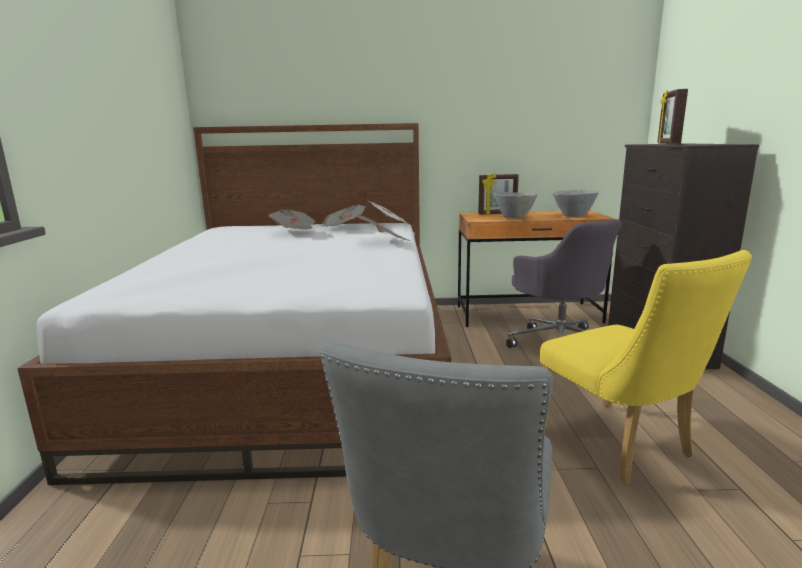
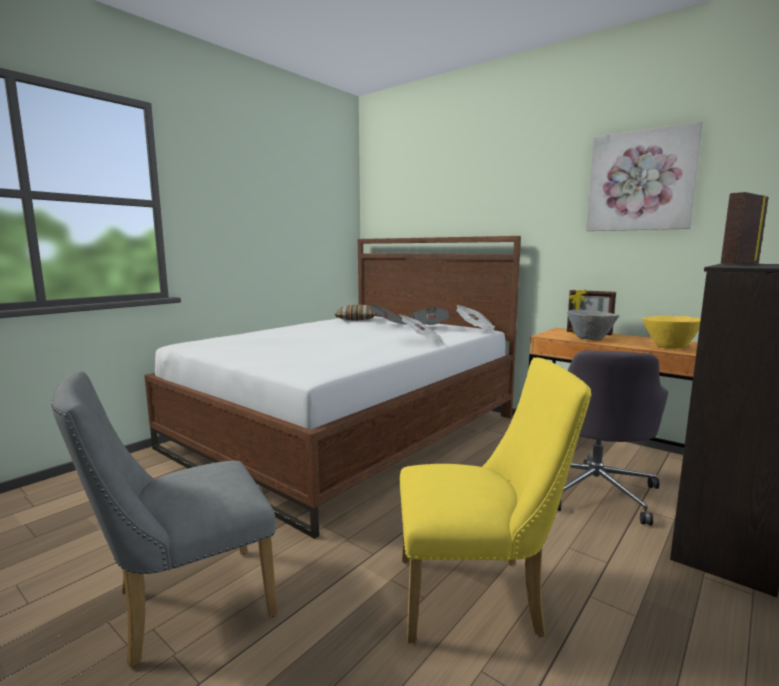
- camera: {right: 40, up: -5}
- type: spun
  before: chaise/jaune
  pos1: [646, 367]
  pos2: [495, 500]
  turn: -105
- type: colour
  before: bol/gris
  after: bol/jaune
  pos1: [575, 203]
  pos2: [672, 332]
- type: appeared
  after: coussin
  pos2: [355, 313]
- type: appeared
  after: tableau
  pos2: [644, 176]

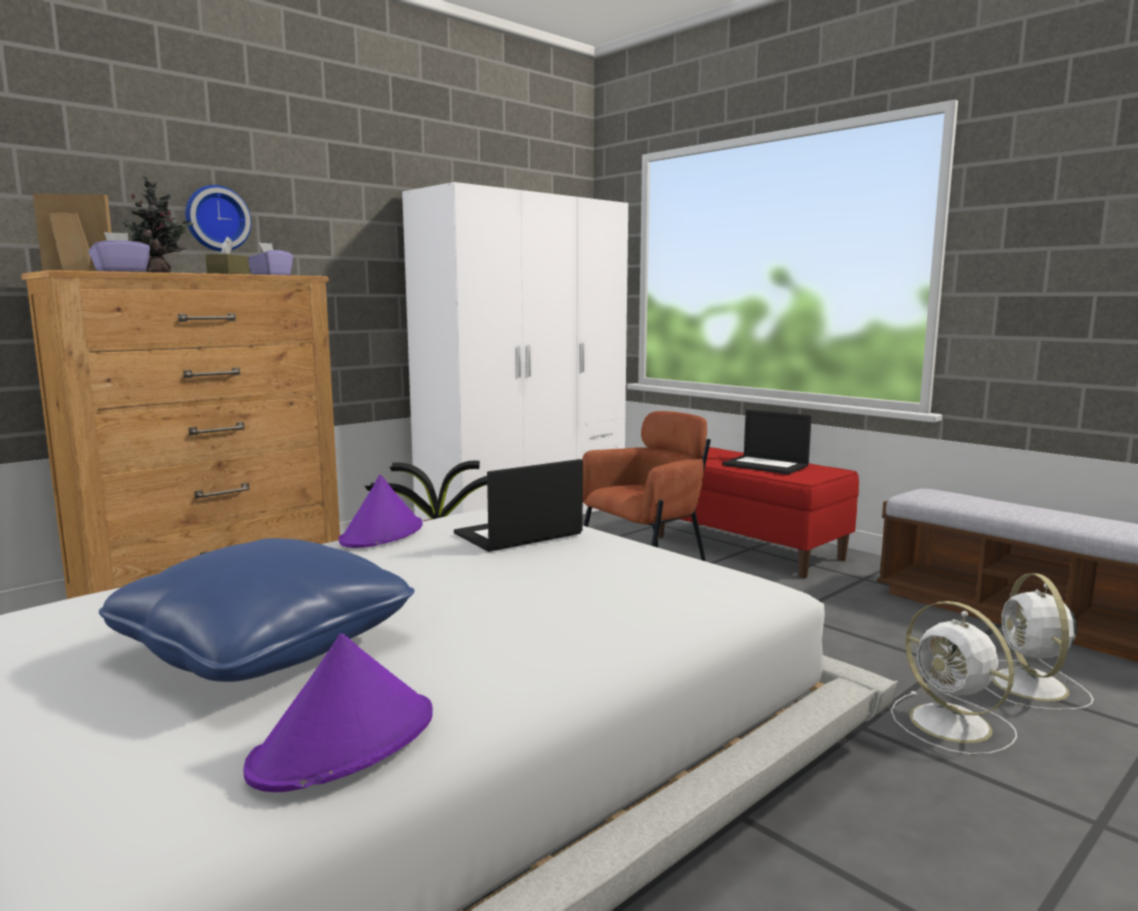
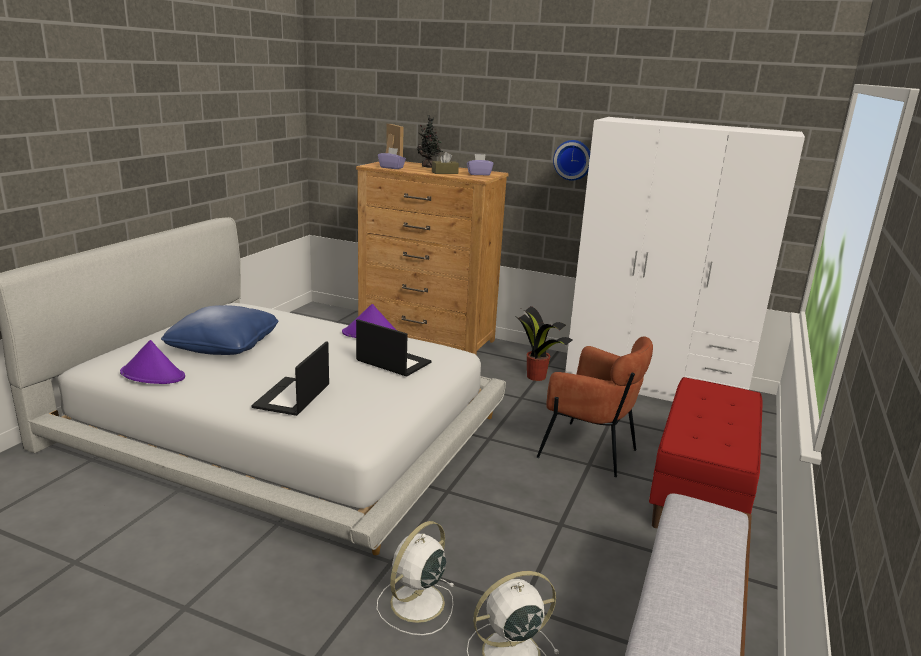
- camera: {right: 65, up: 10}
- type: relocated
  before: horloge murale
  pos1: [218, 218]
  pos2: [571, 160]
- type: relocated
  before: ordinateur portable
  pos1: [767, 441]
  pos2: [290, 379]

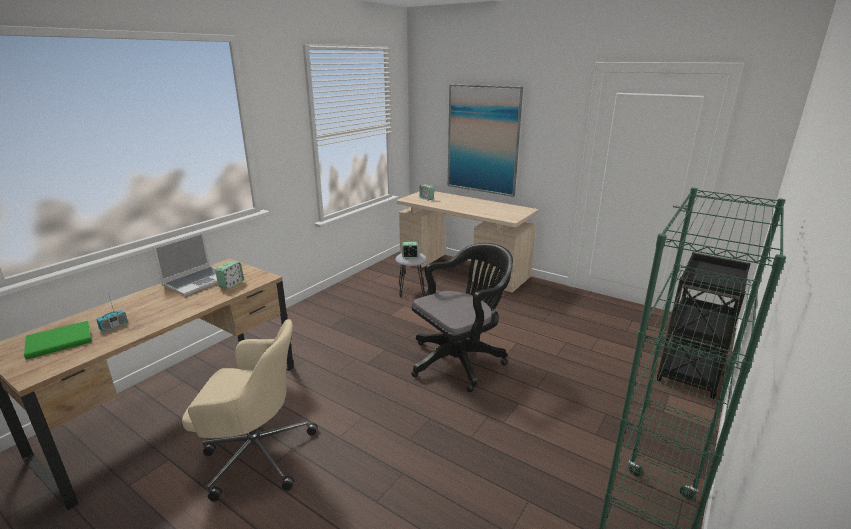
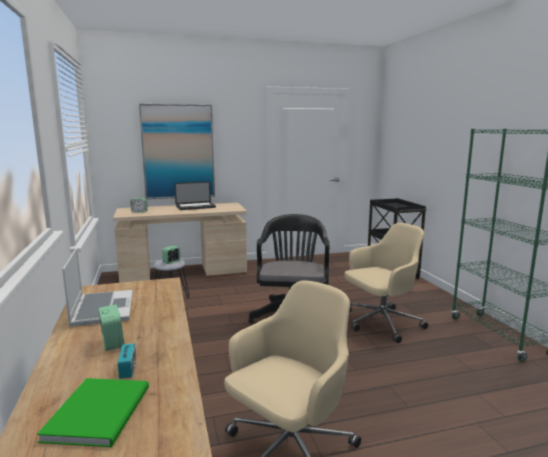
- camera: {right: -50, up: -10}
- type: relocated
  before: réveil
  pos1: [229, 275]
  pos2: [111, 327]
- type: appeared
  after: ordinateur portable
  pos2: [195, 195]
- type: appeared
  after: chaise de bureau/beige
  pos2: [386, 283]

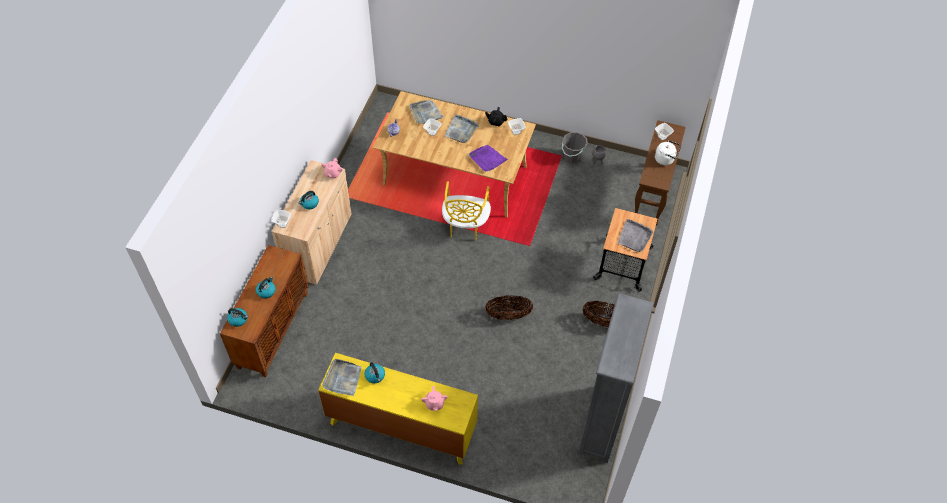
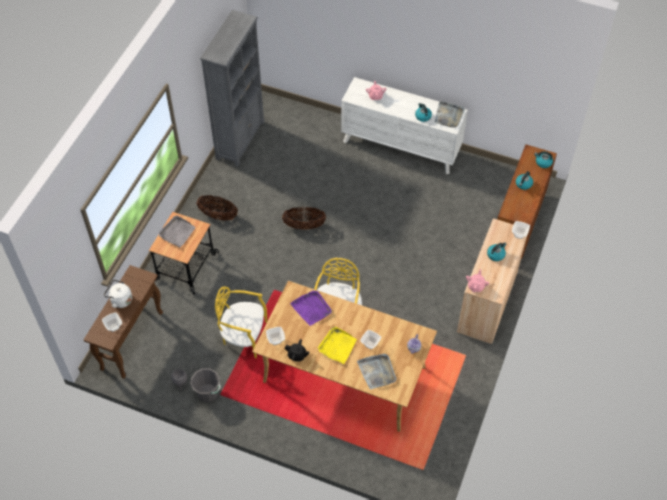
- camera: {right: -175, up: 0}
- type: colour
  before: commode/jaune
  after: commode/blanc
  pos1: [398, 409]
  pos2: [404, 125]
- type: colour
  before: plateau/gris
  after: plateau/jaune
  pos1: [462, 128]
  pos2: [337, 345]
- type: appeared
  after: chaise/jaune
  pos2: [241, 322]

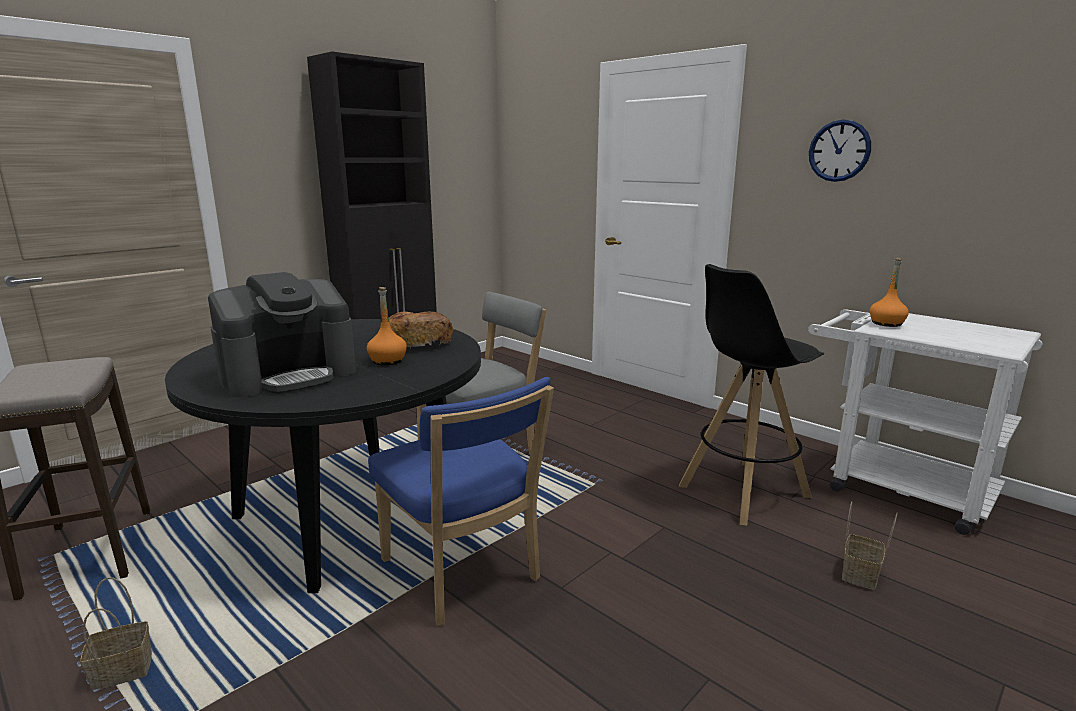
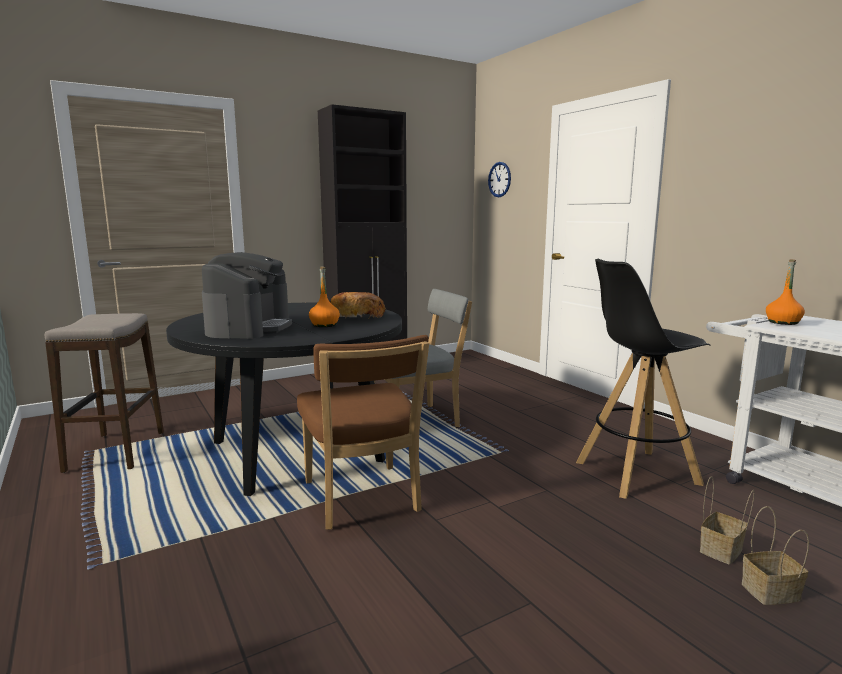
- camera: {right: 15, up: -5}
- type: relocated
  before: panier
  pos1: [116, 635]
  pos2: [775, 555]
- type: spun
  before: machine à café
  pos1: [282, 334]
  pos2: [247, 295]
  turn: -60
- type: colour
  before: chaise/bleu
  after: chaise/marron
  pos1: [461, 501]
  pos2: [363, 432]
- type: relocated
  before: horloge murale
  pos1: [840, 150]
  pos2: [499, 179]

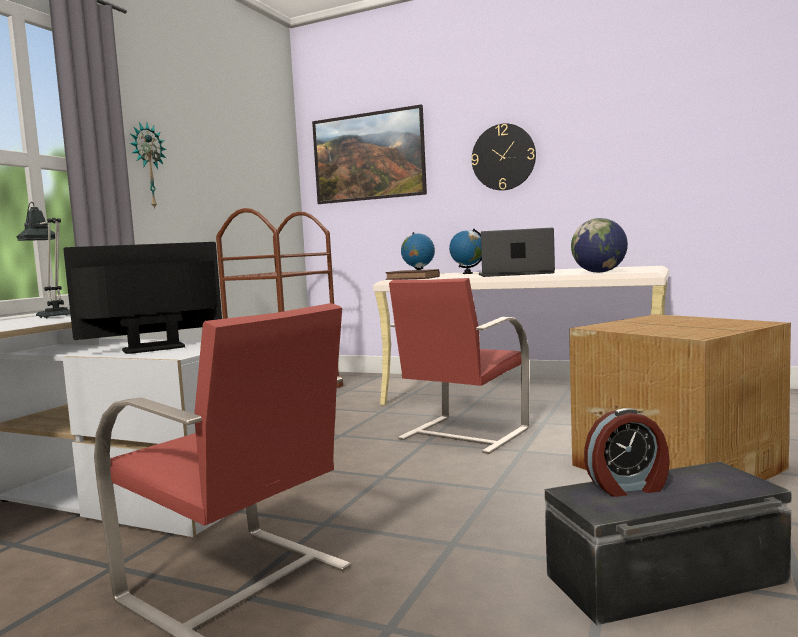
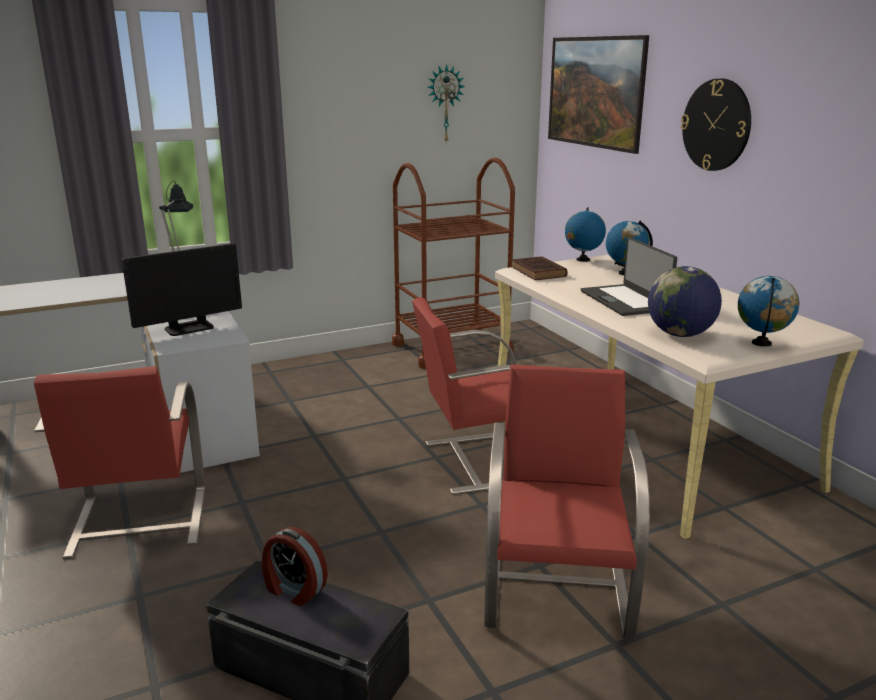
- camera: {right: 40, up: 15}
- type: spun
  before: écran d'ordinateur
  pos1: [142, 298]
  pos2: [182, 289]
  turn: 135
- type: relocated
  before: horloge murale
  pos1: [148, 166]
  pos2: [446, 103]
- type: spun
  before: ordinateur portable
  pos1: [517, 252]
  pos2: [629, 276]
  turn: -150
- type: exchanged
  before: carton
  after: chaise/rouge
  pos1: [680, 397]
  pos2: [567, 501]
- type: appeared
  after: globe
  pos2: [768, 311]

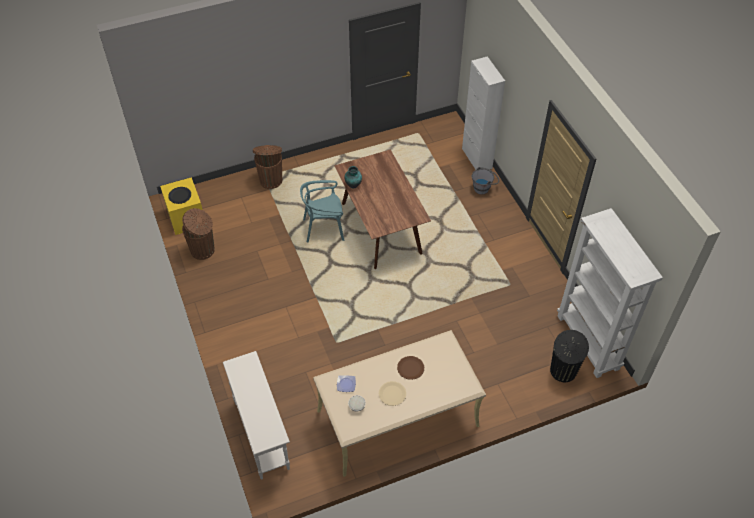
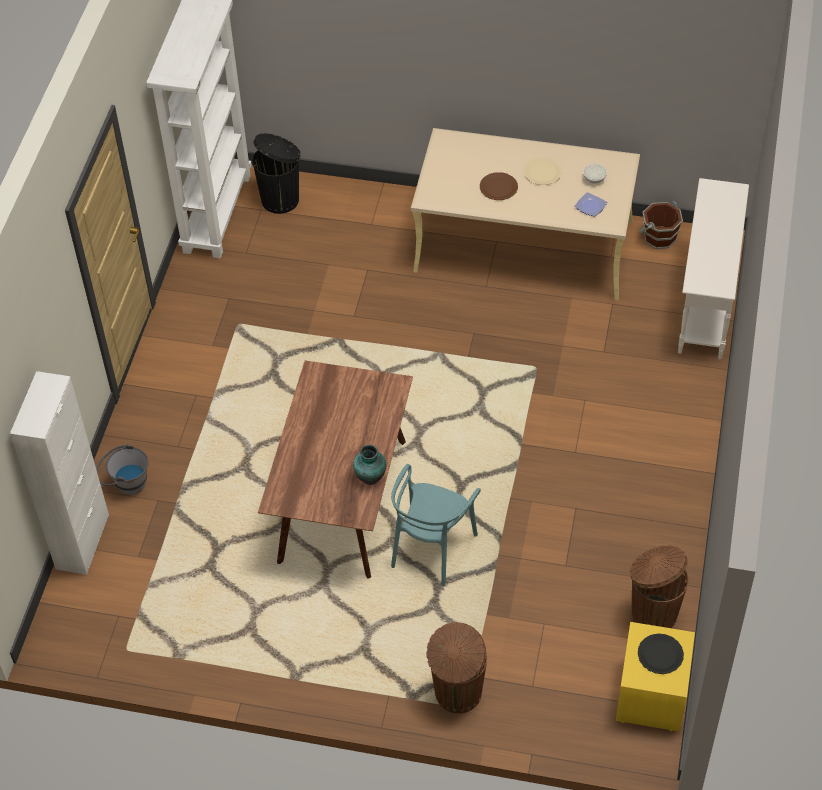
- camera: {right: -145, up: 0}
- type: spun
  before: chaise/turquoise
  pos1: [322, 211]
  pos2: [436, 525]
  turn: 90
- type: appeared
  after: seau/marron
  pos2: [661, 225]

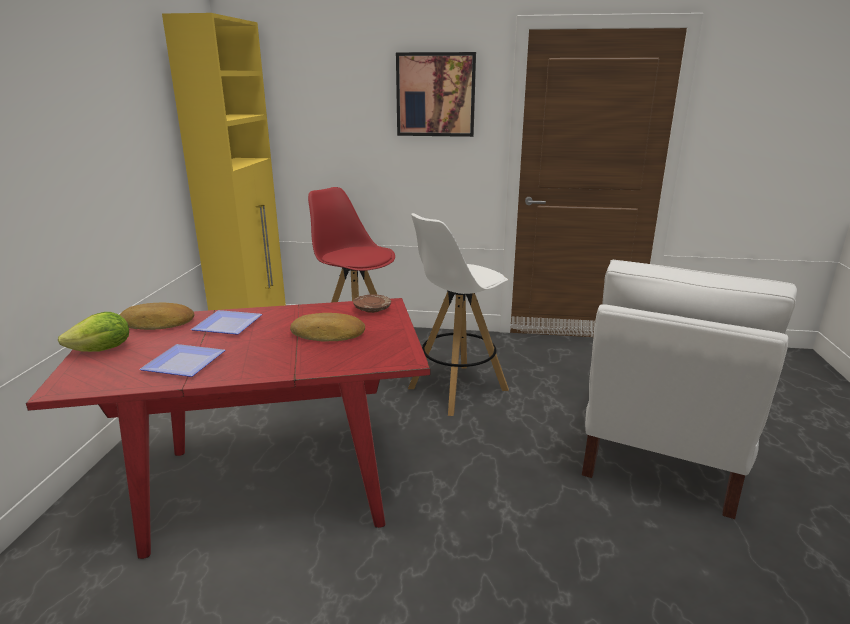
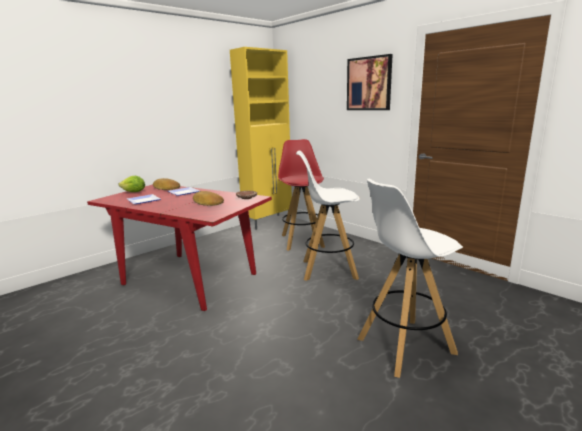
- camera: {right: 40, up: -5}
- type: exchanged
  before: chaise/blanc
  after: tabouret/blanc
  pos1: [689, 389]
  pos2: [410, 278]

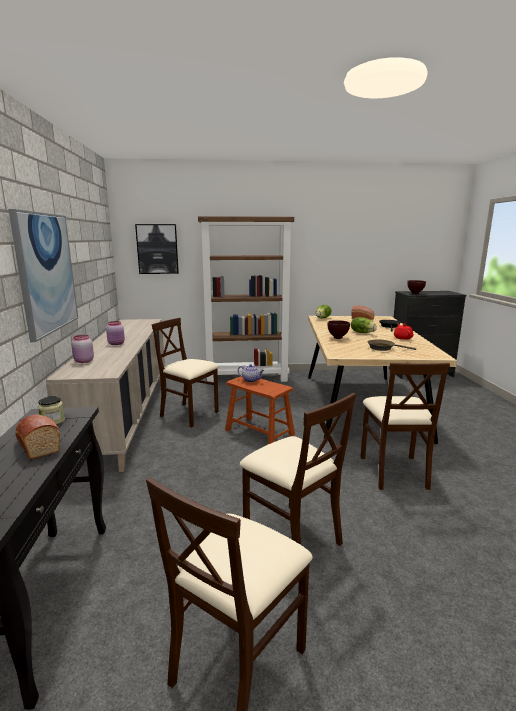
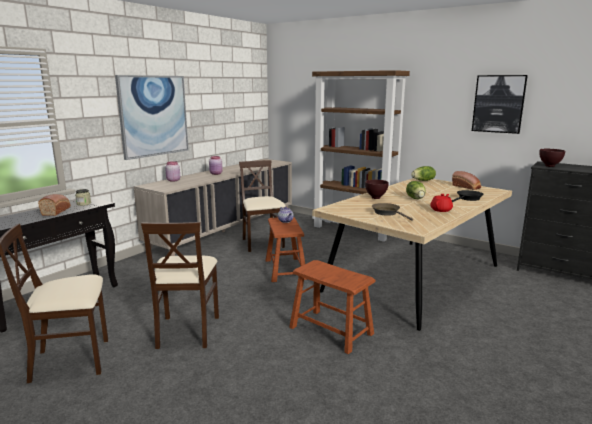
- camera: {right: 40, up: 0}
- type: relocated
  before: tableau
  pos1: [157, 249]
  pos2: [500, 104]
- type: exchanged
  before: chaise/beige
  after: tabouret/marron
  pos1: [405, 426]
  pos2: [332, 307]

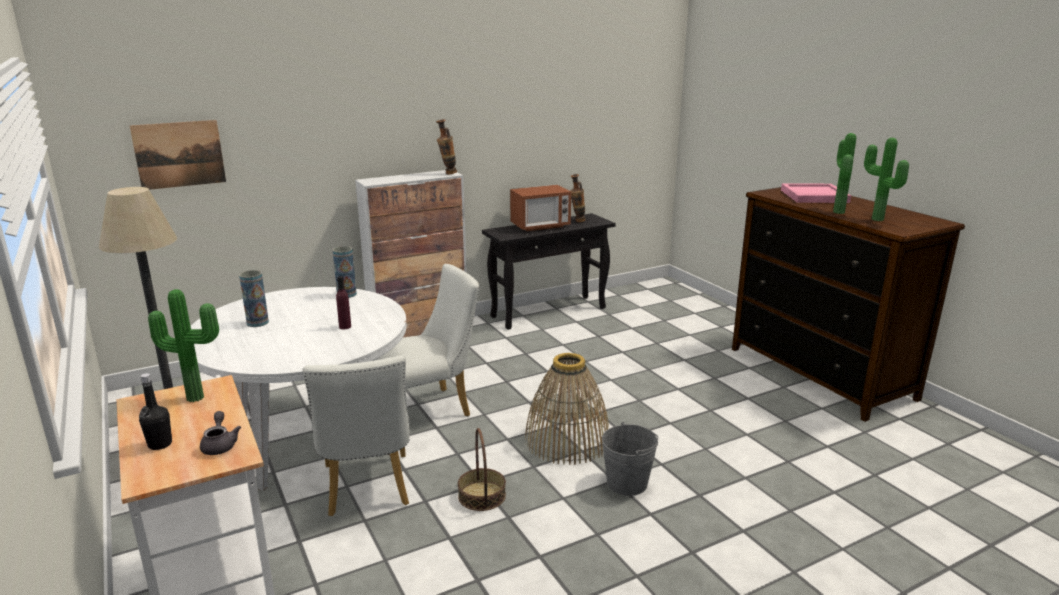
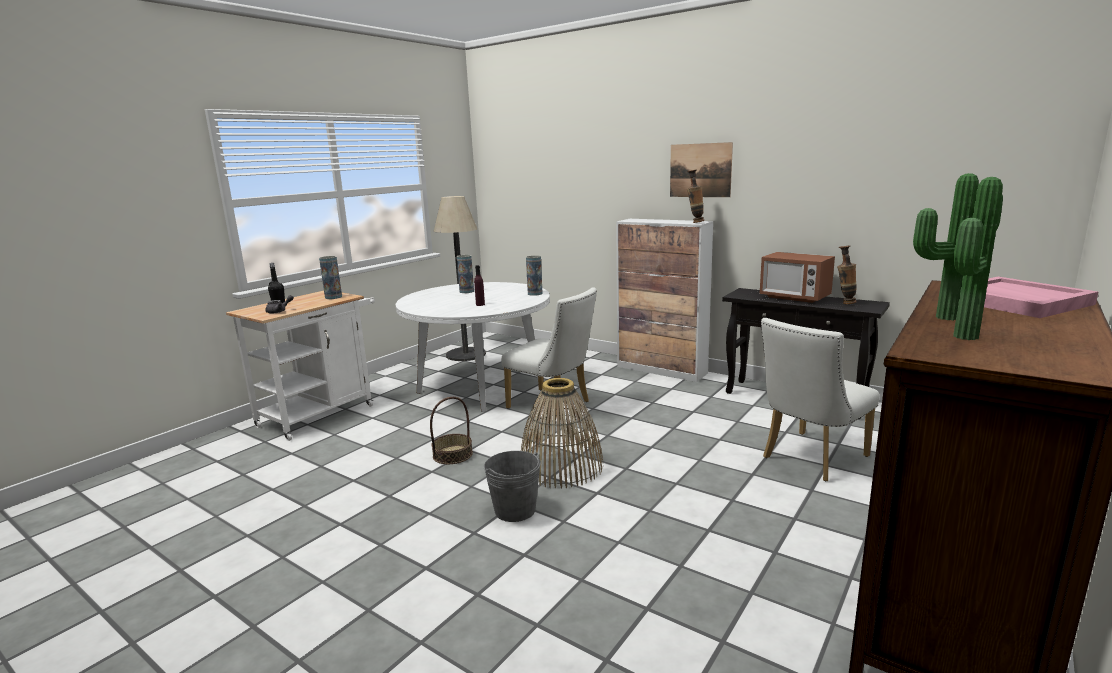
- camera: {right: 65, up: -5}
- type: relocated
  before: tableau
  pos1: [178, 155]
  pos2: [701, 169]
- type: exchanged
  before: plante en pot
  after: vase
  pos1: [183, 345]
  pos2: [330, 277]
- type: relocated
  before: chaise/blanc
  pos1: [356, 436]
  pos2: [820, 399]

